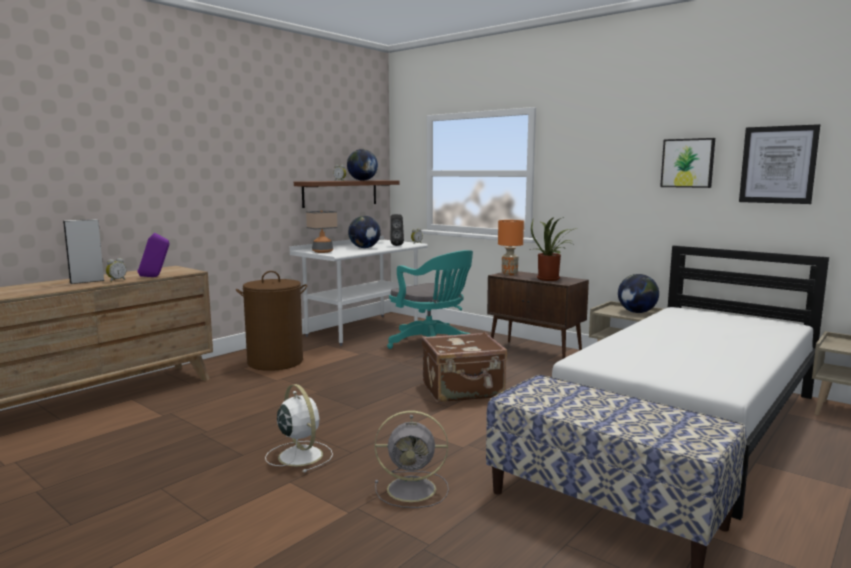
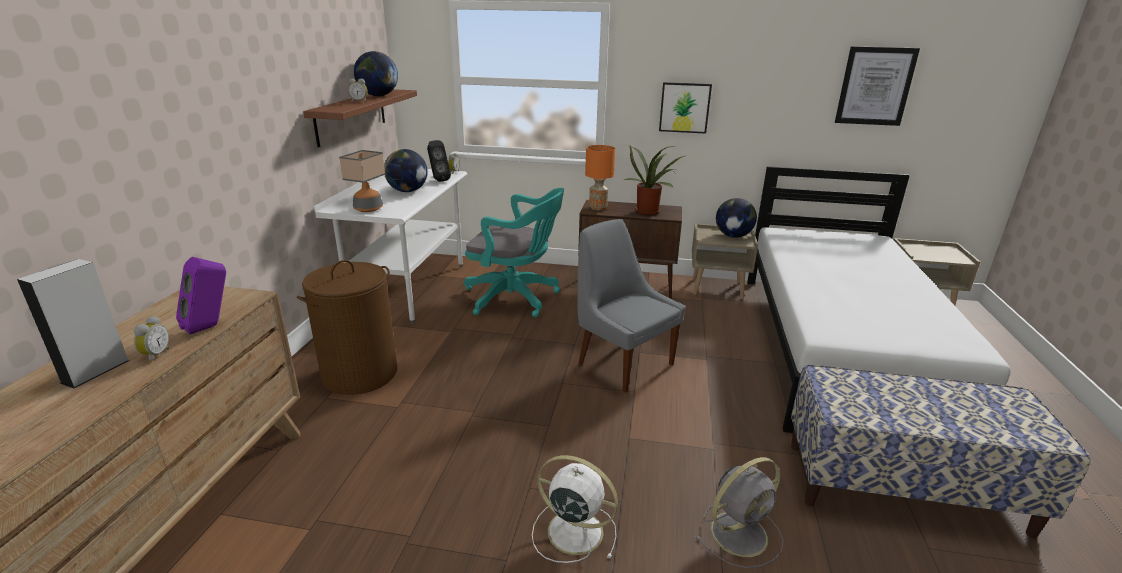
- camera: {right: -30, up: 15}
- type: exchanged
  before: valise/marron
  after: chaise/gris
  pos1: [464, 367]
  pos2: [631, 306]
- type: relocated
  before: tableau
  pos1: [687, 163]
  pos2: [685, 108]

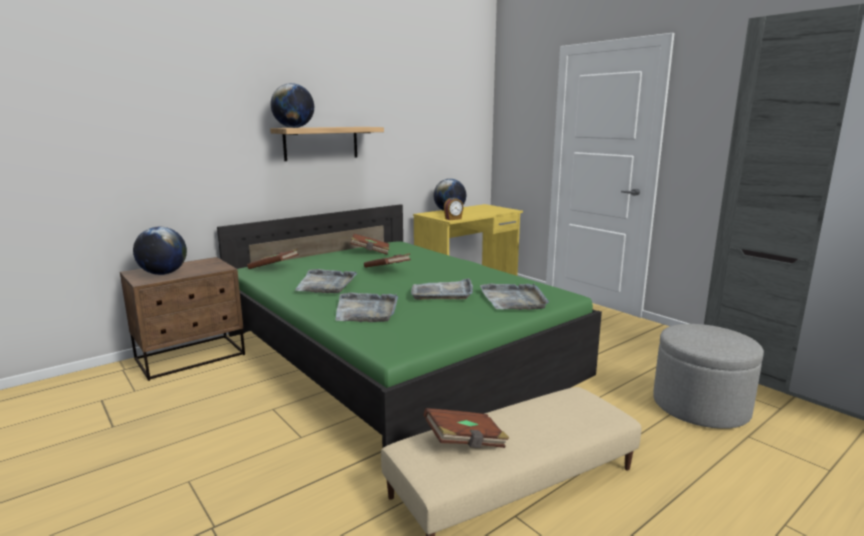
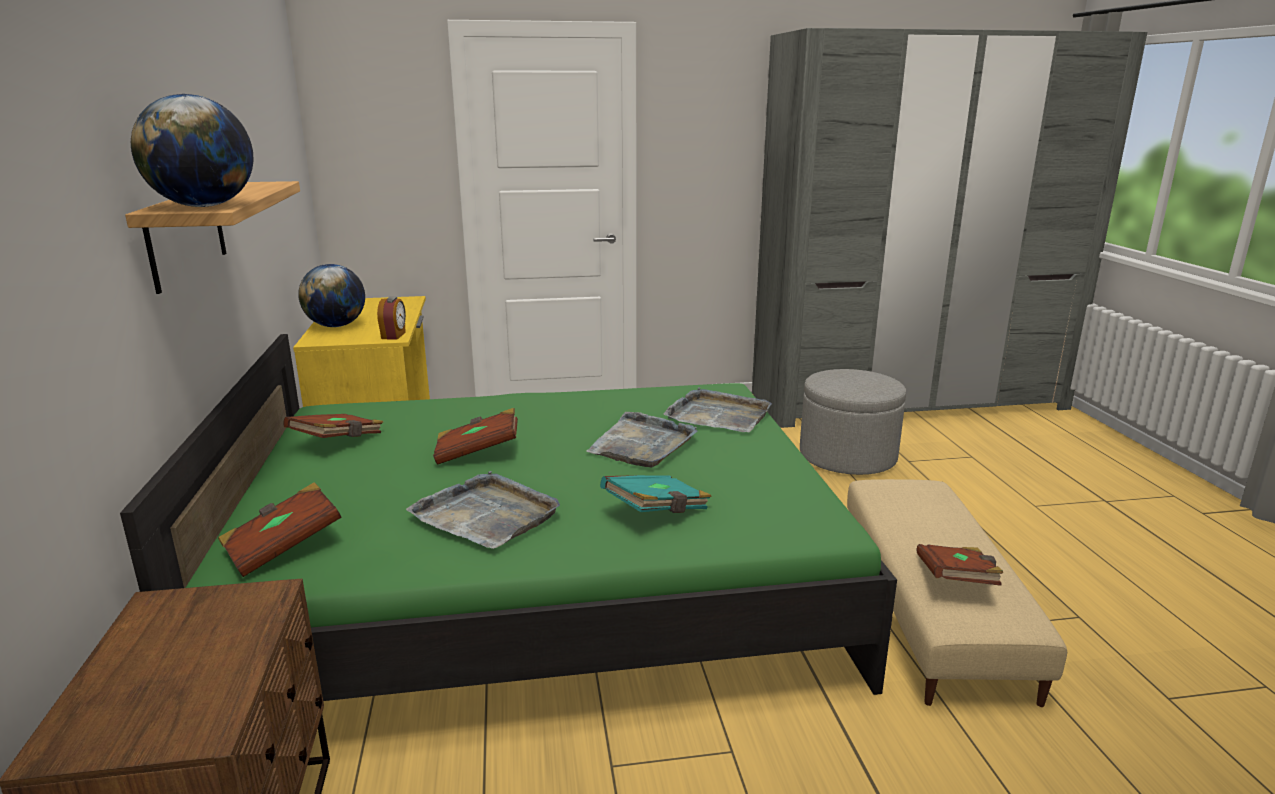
- camera: {right: -60, up: 5}
- type: missing
  before: globe
  pos1: [160, 251]
- type: exchanged
  before: plateau/gris
  after: livre/turquoise
  pos1: [366, 307]
  pos2: [656, 494]

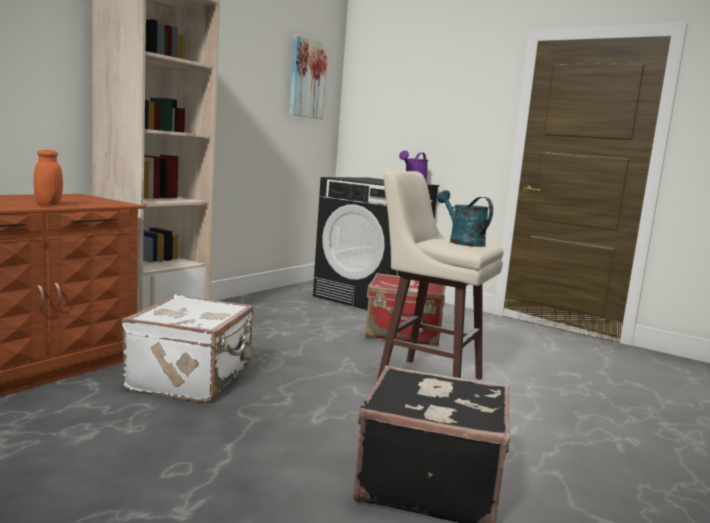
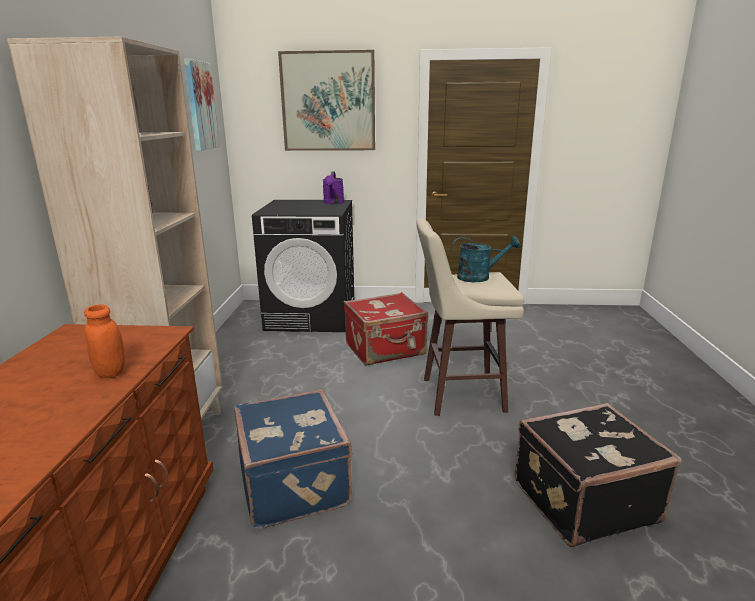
- camera: {right: -30, up: 10}
- type: colour
  before: valise/blanc
  after: valise/bleu
  pos1: [188, 348]
  pos2: [293, 459]
- type: spun
  before: arrosoir/turquoise
  pos1: [465, 218]
  pos2: [486, 259]
  turn: 150
- type: appeared
  after: tableau
  pos2: [326, 100]

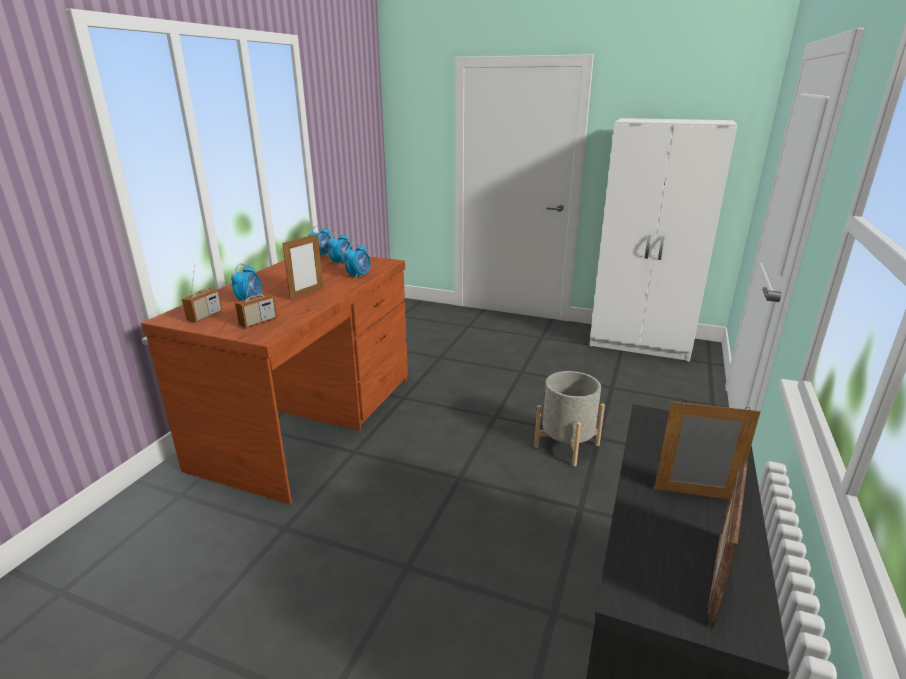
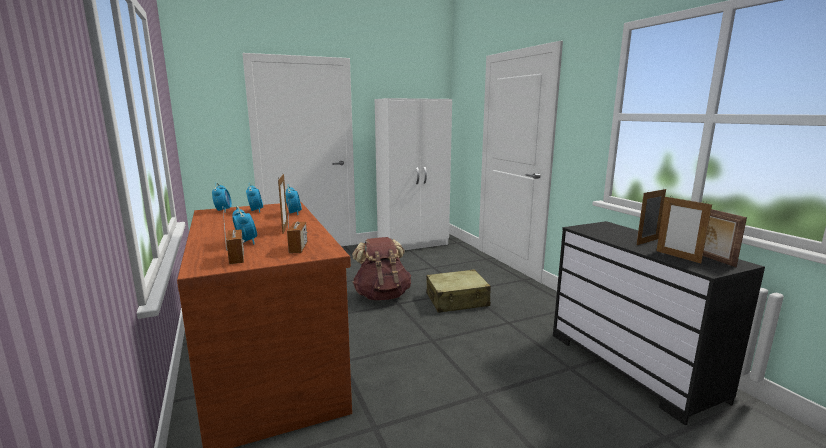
- camera: {right: -45, up: -10}
- type: exchanged
  before: cache-pot/gris
  after: valise/beige
  pos1: [569, 418]
  pos2: [458, 291]
- type: appeared
  after: sac à dos/marron
  pos2: [381, 268]
- type: appeared
  after: cadre photo
  pos2: [684, 230]

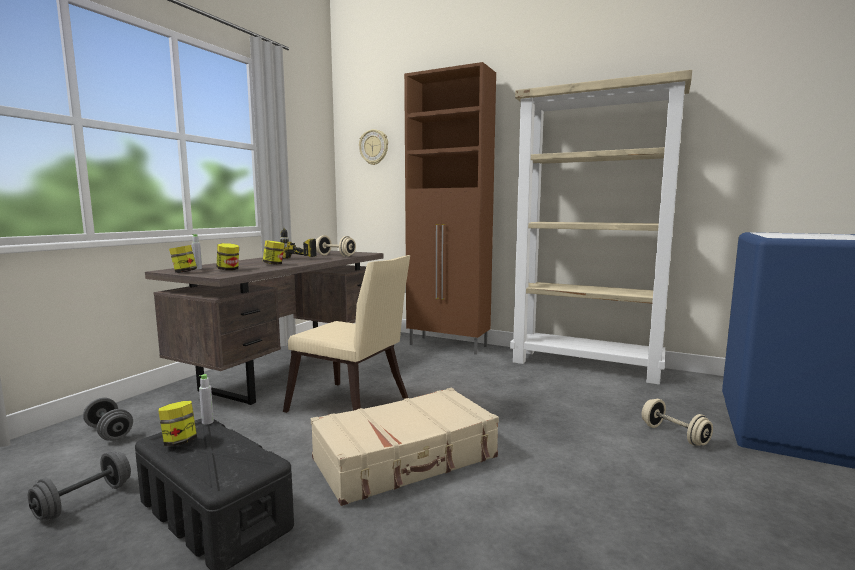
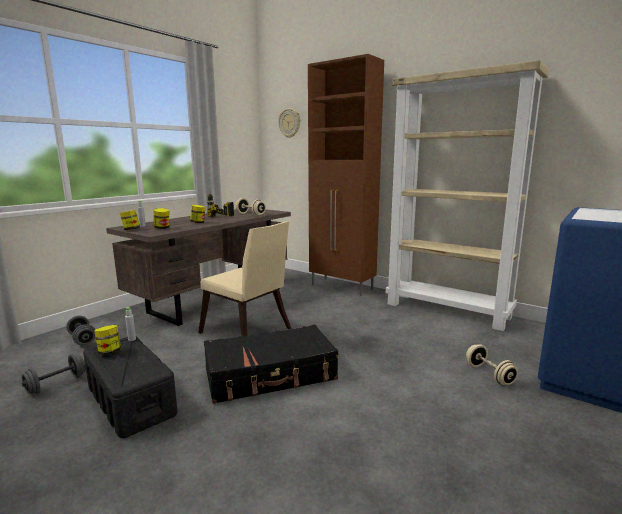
- camera: {right: 10, up: 5}
- type: colour
  before: valise/beige
  after: valise/noir
  pos1: [405, 447]
  pos2: [271, 364]

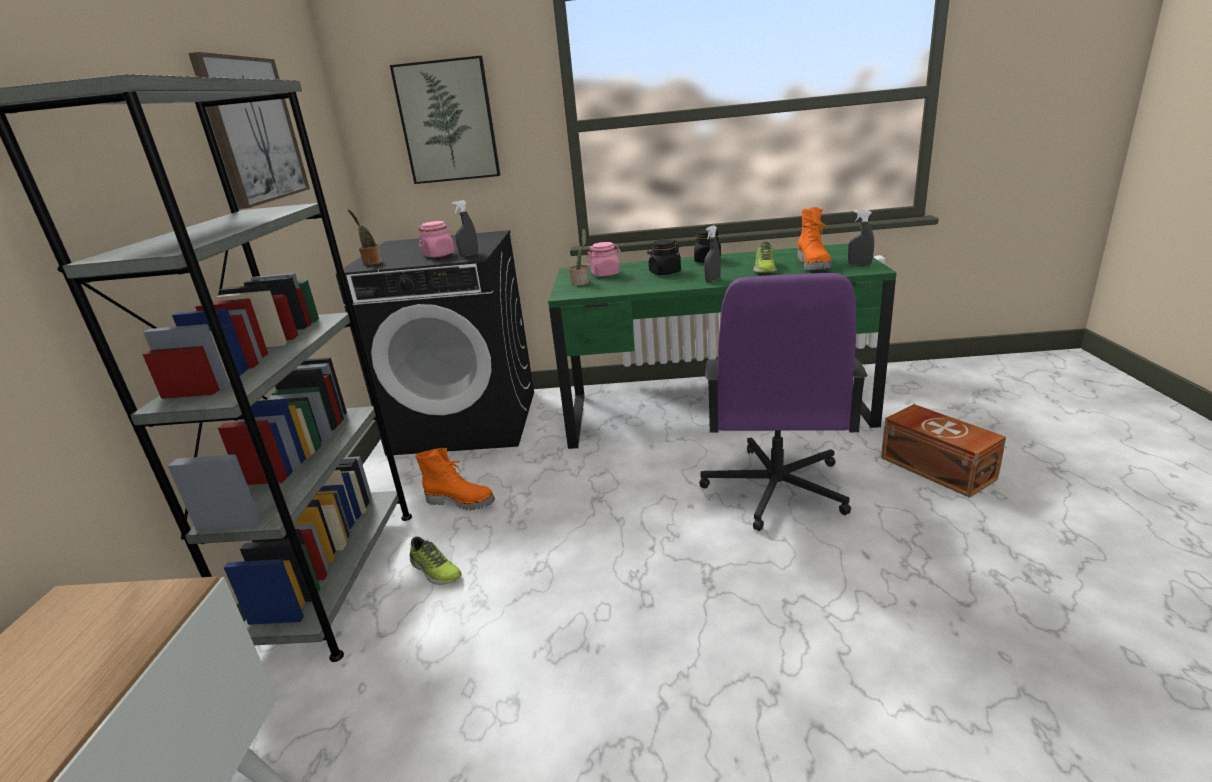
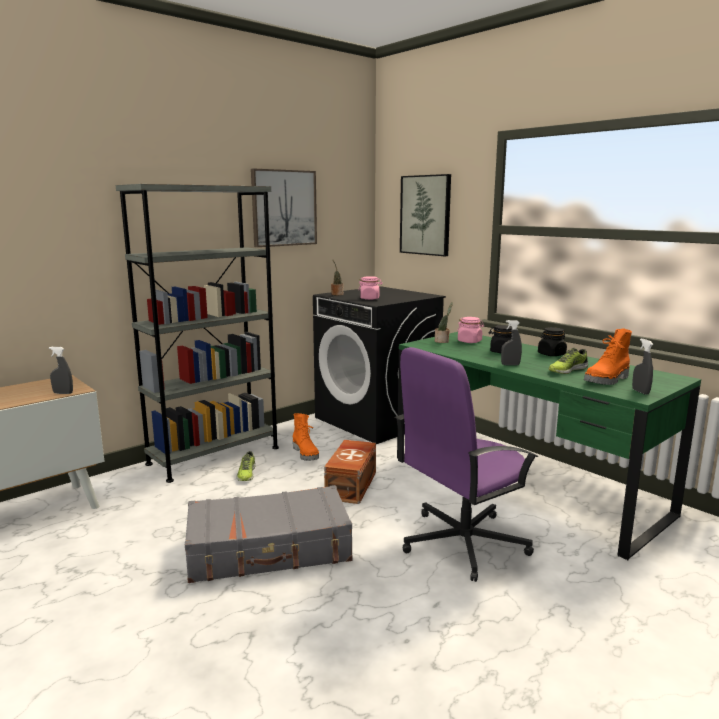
- camera: {right: 45, up: -10}
- type: relocated
  before: vaporisateur/gris
  pos1: [465, 228]
  pos2: [61, 370]
- type: relocated
  before: boîte de rangement/marron
  pos1: [943, 451]
  pos2: [350, 472]
- type: appeared
  after: valise/gris
  pos2: [269, 534]

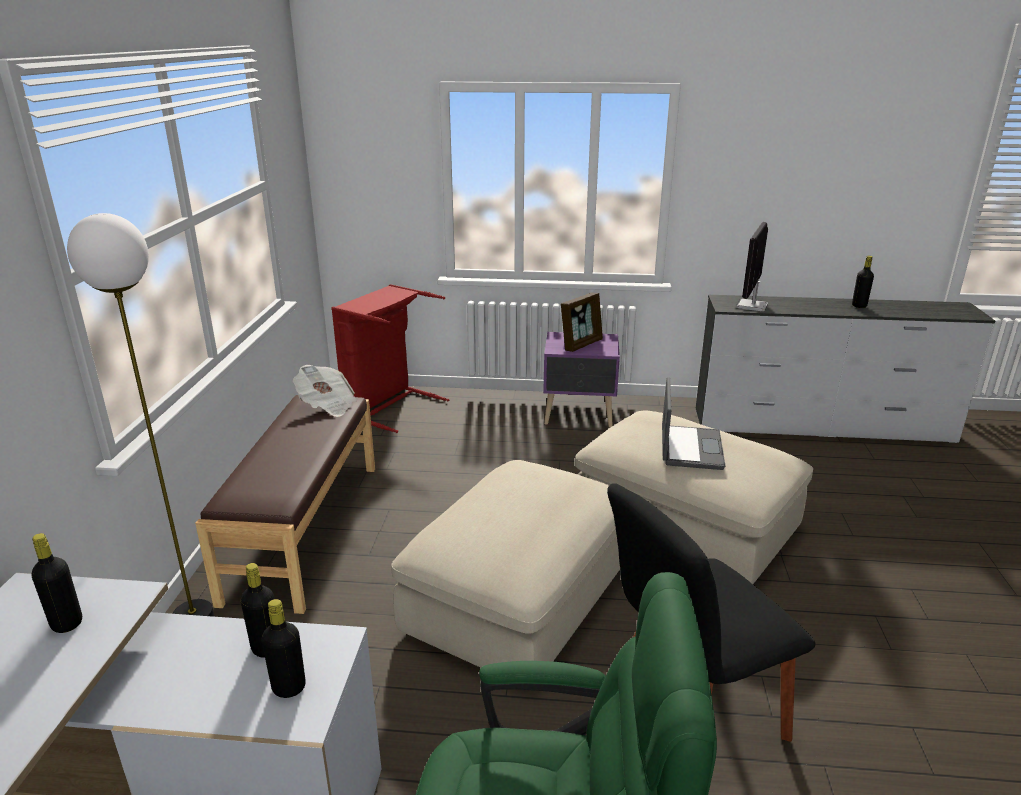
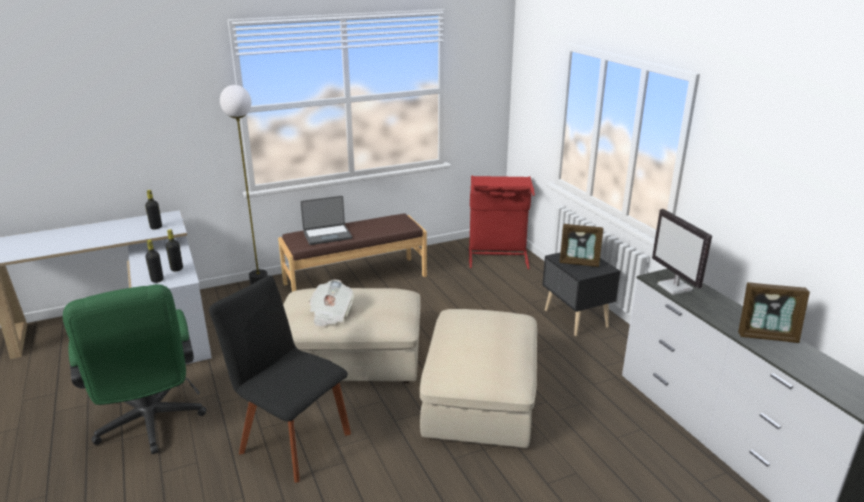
- camera: {right: 60, up: 0}
- type: relocated
  before: journal
  pos1: [325, 391]
  pos2: [331, 303]
- type: colour
  before: table de chevet/violet
  after: table de chevet/noir
  pos1: [581, 380]
  pos2: [581, 294]
- type: relocated
  before: ordinateur portable
  pos1: [693, 423]
  pos2: [326, 220]
- type: spun
  before: écran d'ordinateur
  pos1: [752, 266]
  pos2: [682, 252]
  turn: -105
- type: exchanged
  before: bouteille/noir
  after: cadre photo
  pos1: [863, 282]
  pos2: [774, 312]

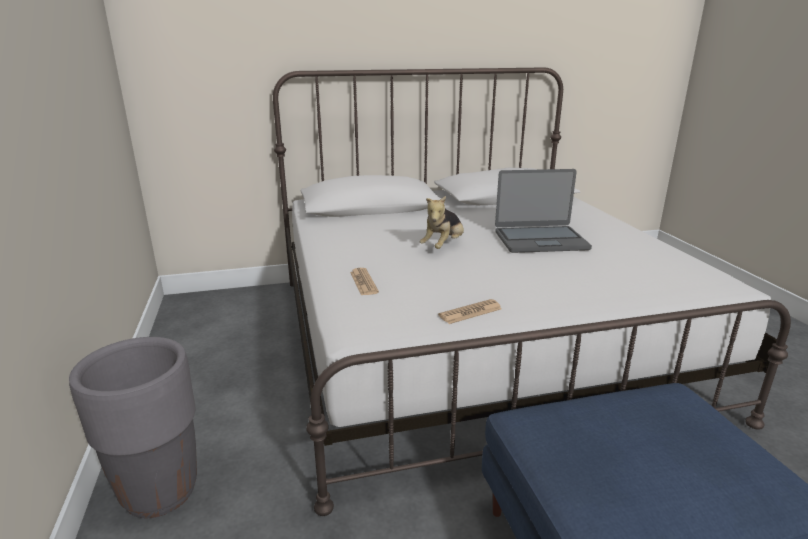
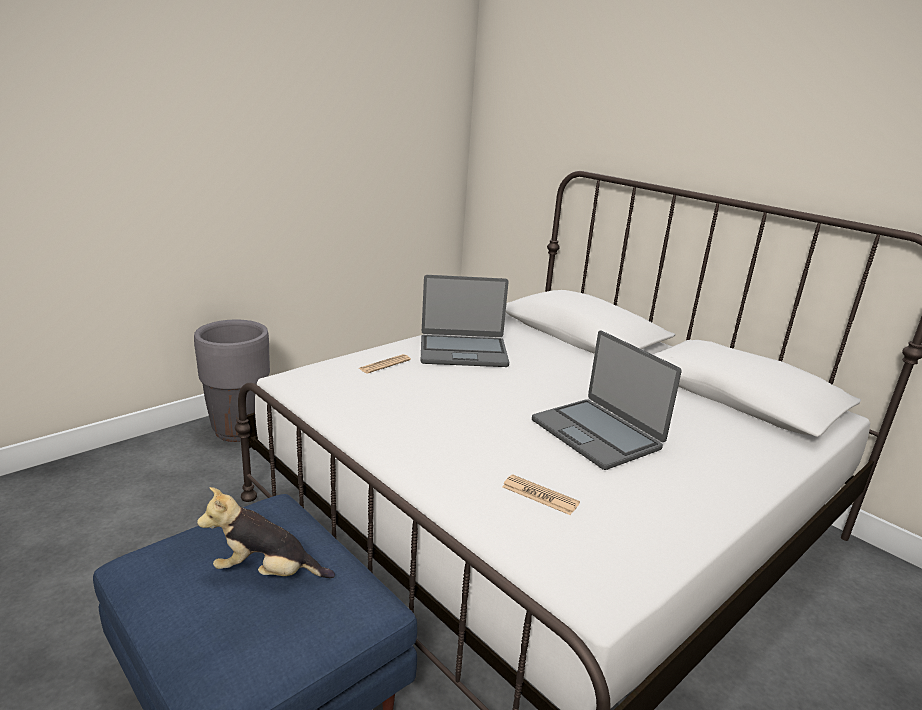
- camera: {right: 60, up: 0}
- type: relocated
  before: peluche
  pos1: [441, 222]
  pos2: [266, 532]
- type: relocated
  before: journal
  pos1: [470, 311]
  pos2: [541, 494]
- type: appeared
  after: ordinateur portable
  pos2: [465, 321]

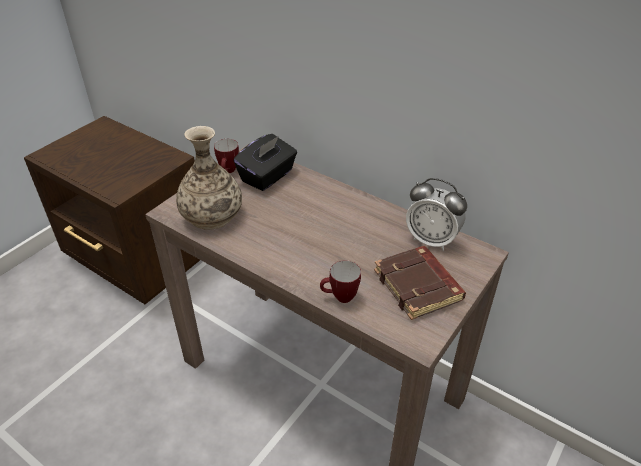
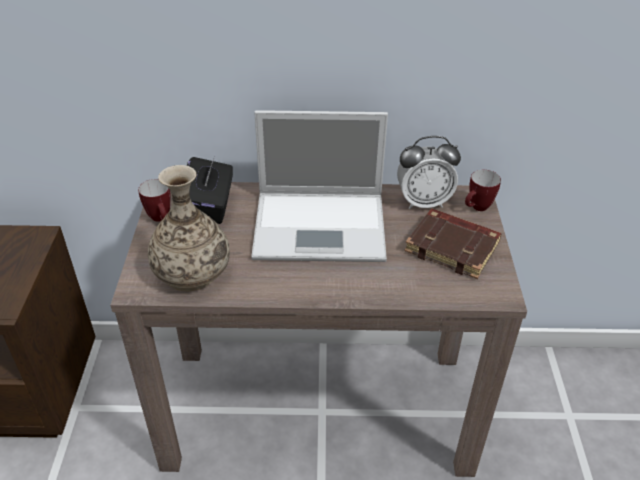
- camera: {right: -35, up: 0}
- type: relocated
  before: mug
  pos1: [340, 281]
  pos2: [483, 190]
- type: appeared
  after: ordinateur portable
  pos2: [319, 186]

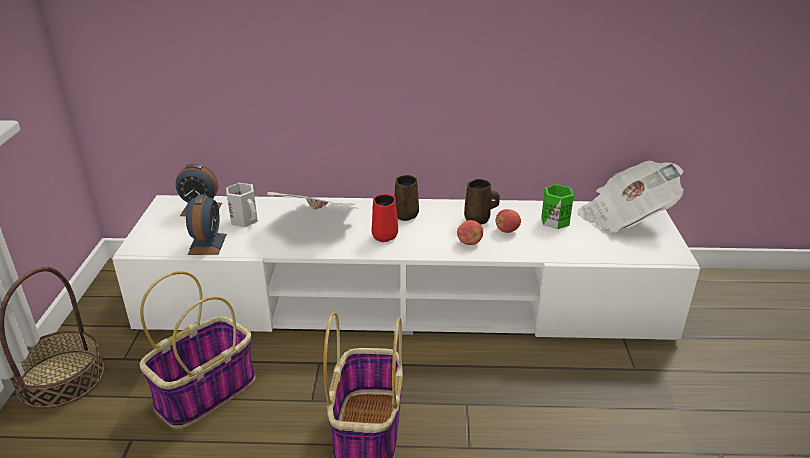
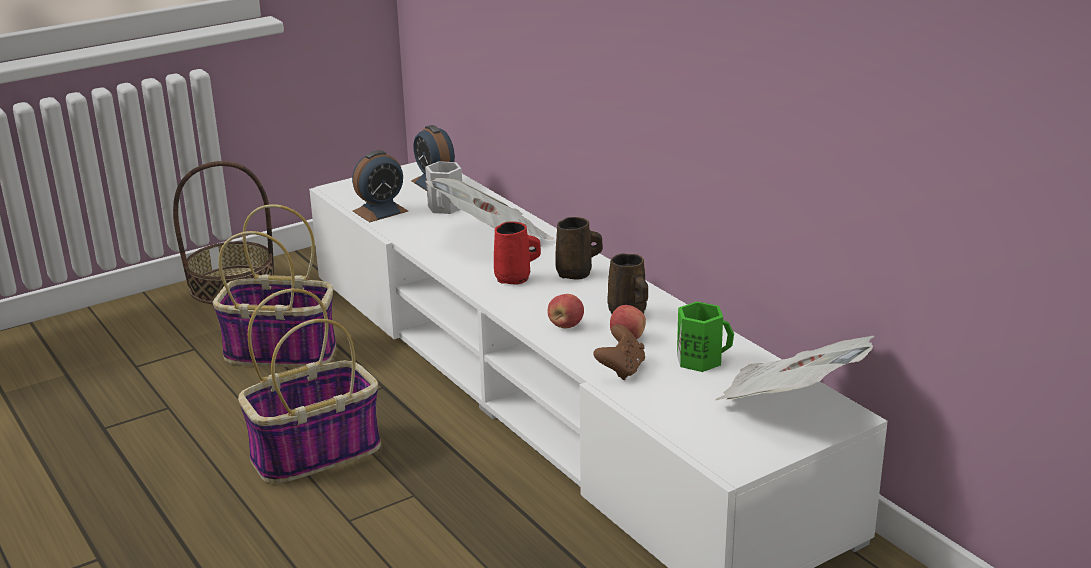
- camera: {right: 55, up: -5}
- type: appeared
  after: manette/marron
  pos2: [619, 352]

